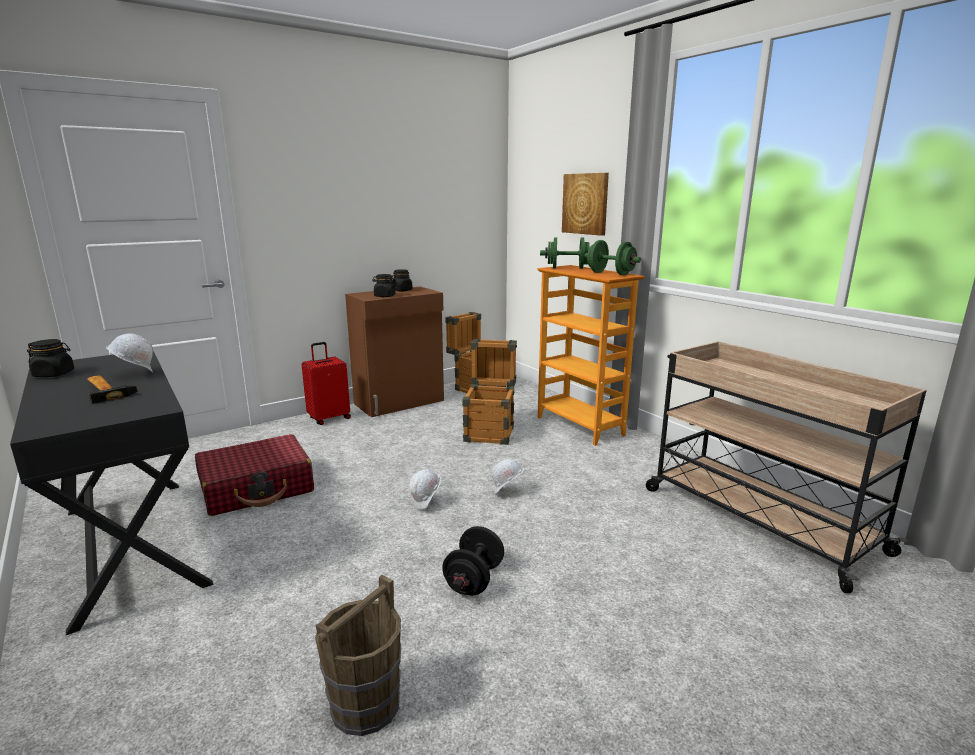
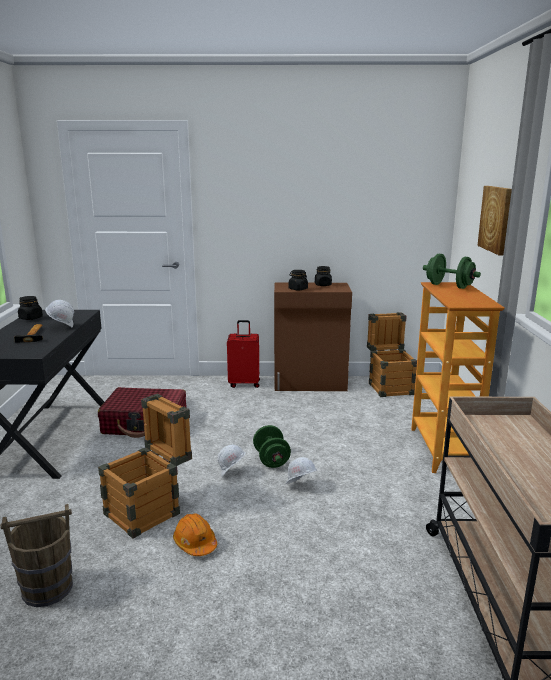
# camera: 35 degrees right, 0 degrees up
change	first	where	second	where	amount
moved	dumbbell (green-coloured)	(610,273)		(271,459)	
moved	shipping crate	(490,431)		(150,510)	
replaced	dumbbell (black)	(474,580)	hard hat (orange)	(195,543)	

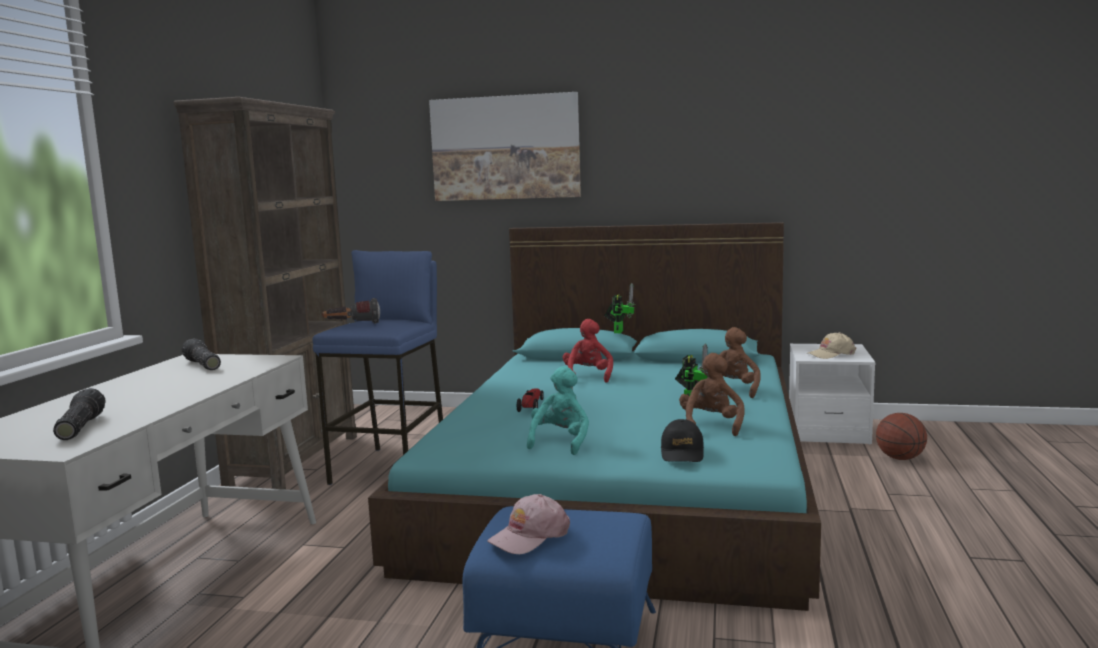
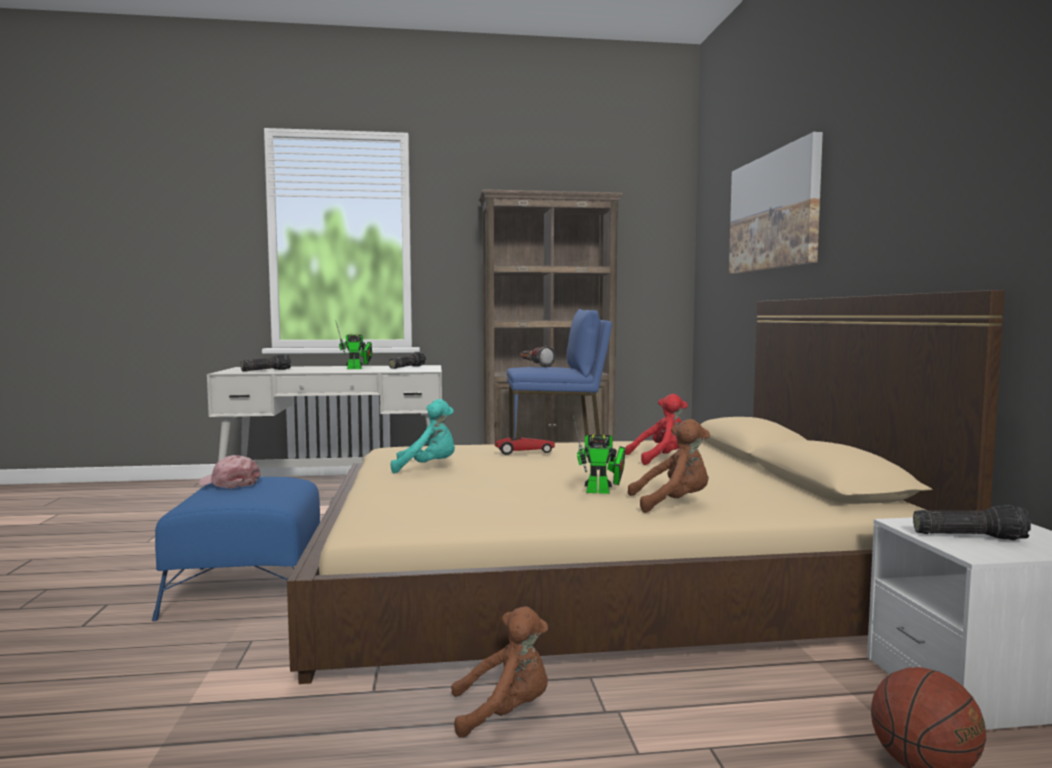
# camera: 70 degrees right, 5 degrees down
change	first	where	second	where	amount
recoloured	sleeping bed (blue-green)	(623,480)	sleeping bed (sand-coloured)	(601,572)	
moved	robot figure	(619,331)		(357,368)	
replaced	peaked cap (sand-coloured)	(831,354)	flashlight	(969,536)	
moved	plush toy (brown-coloured)	(711,425)		(505,712)	
removed	peaked cap (black)	(682,453)			

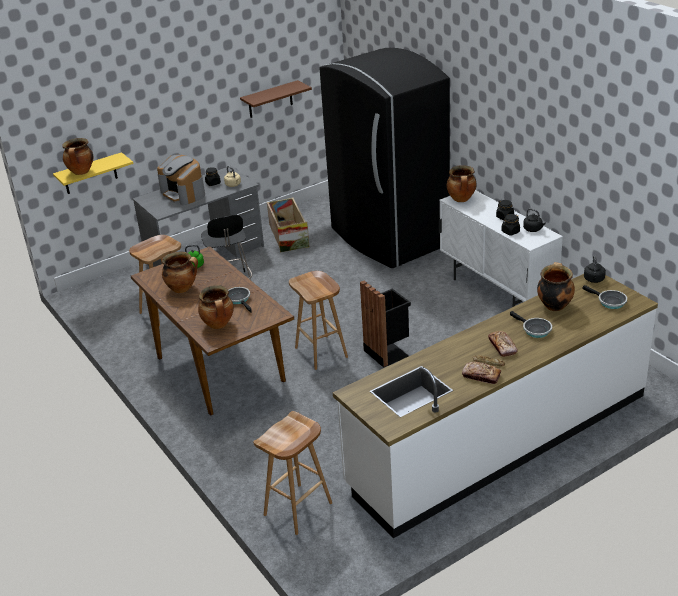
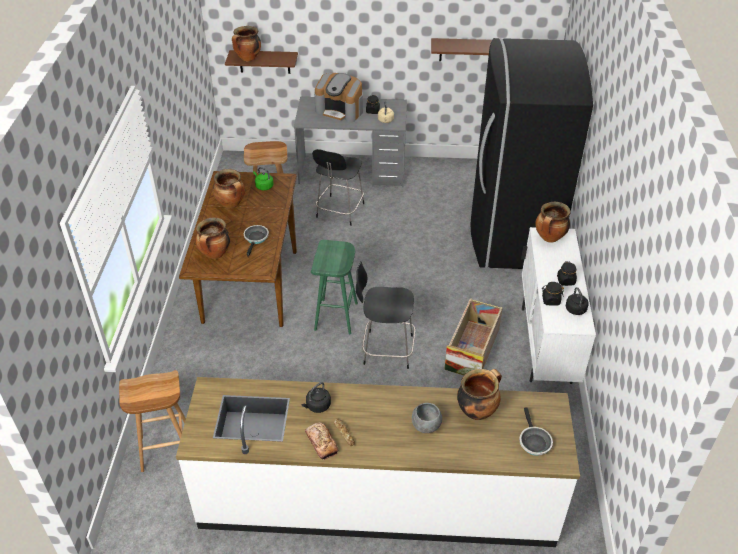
# camera: 35 degrees right, 10 degrees up
change	first	where	second	where	amount
recoloured	shelf (yellow)	(90,174)	shelf (brown-coloured)	(264,62)	
turned	coffee brewer	(184,193)		(340,110)	60 degrees counterclockwise
moved	shipping crate	(288,235)		(472,349)	
moved	tea kettle (black)	(594,280)		(317,406)	
recoloured	sitting stool (brown-coloured)	(322,352)	sitting stool (green-coloured)	(336,317)	
replaced	rubbish bin (black)	(387,352)	upright chair (black)	(386,349)	
replaced	pan	(534,330)	bowl (gray)	(426,426)	
removed	baked bread	(502,347)			

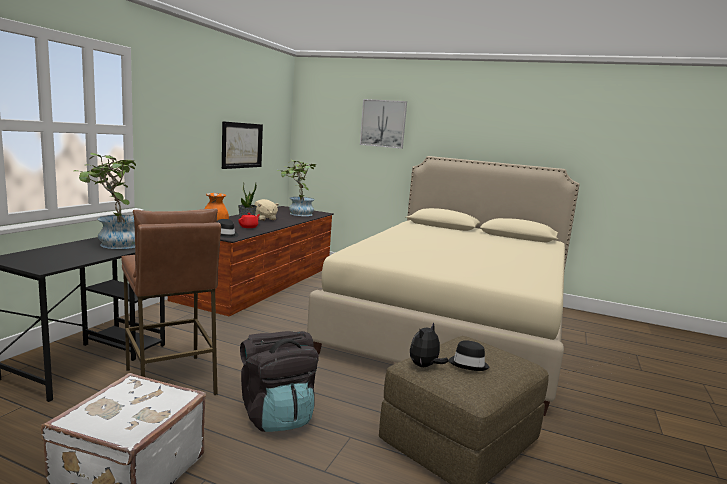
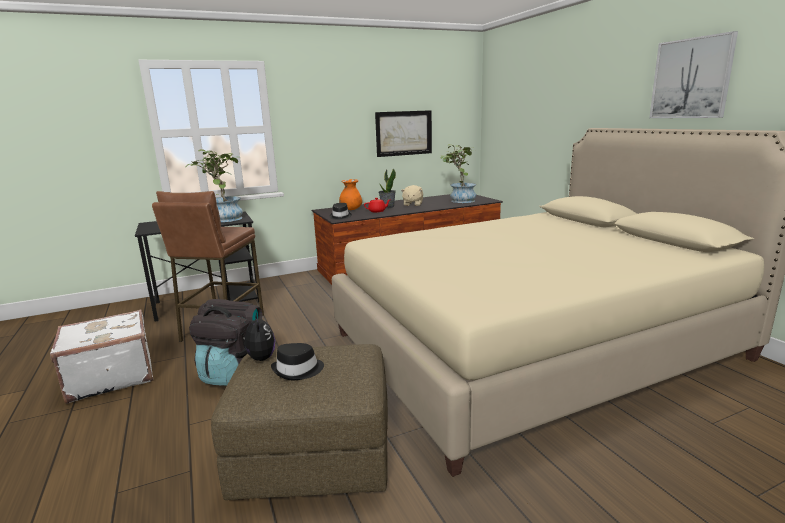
# camera: 45 degrees right, 5 degrees up
change	first	where	second	where	amount
moved	wall picture	(383,123)		(691,78)	
turned	plush toy	(424,366)		(259,359)	75 degrees clockwise

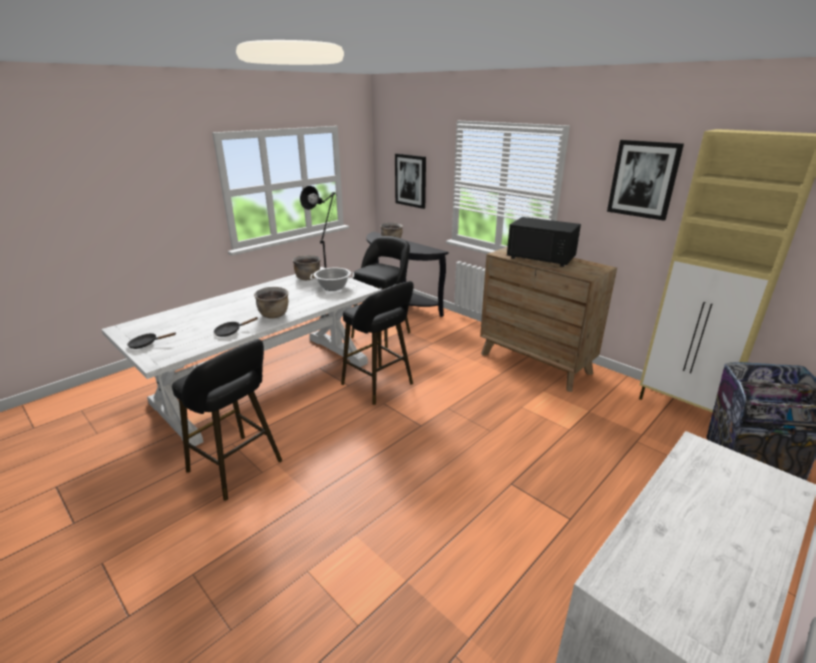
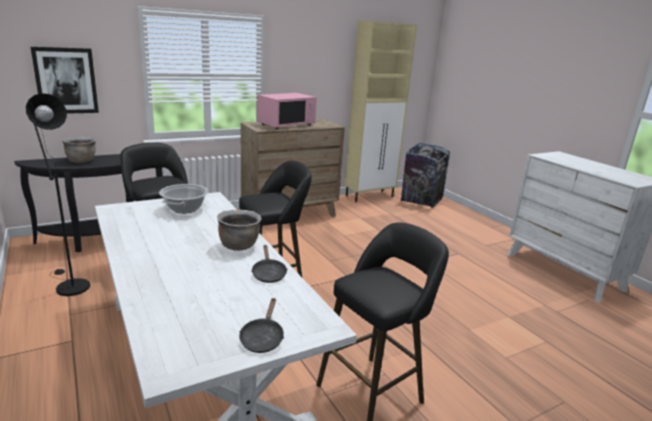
# camera: 75 degrees left, 5 degrees down
change	first	where	second	where	amount
removed	wall picture	(643,179)			
recoloured	kitchen microwave (black)	(541,258)	kitchen microwave (pinkish)	(286,125)	
removed	stockpot (brown-coloured)	(308,278)			

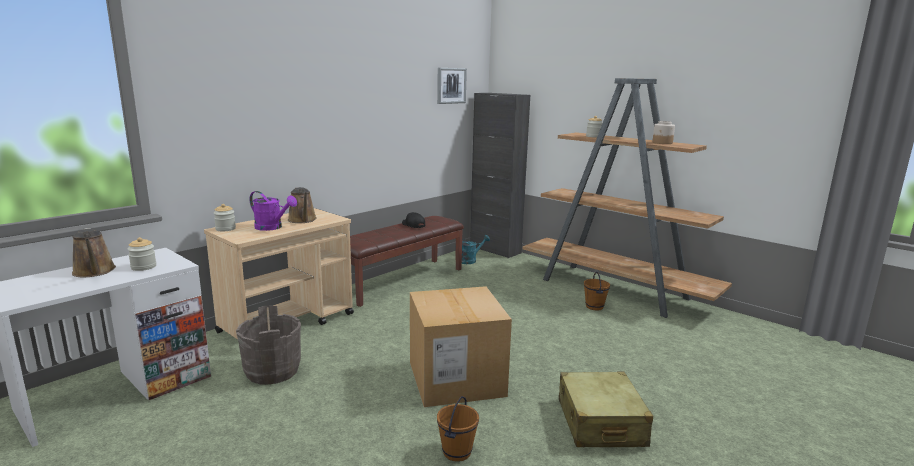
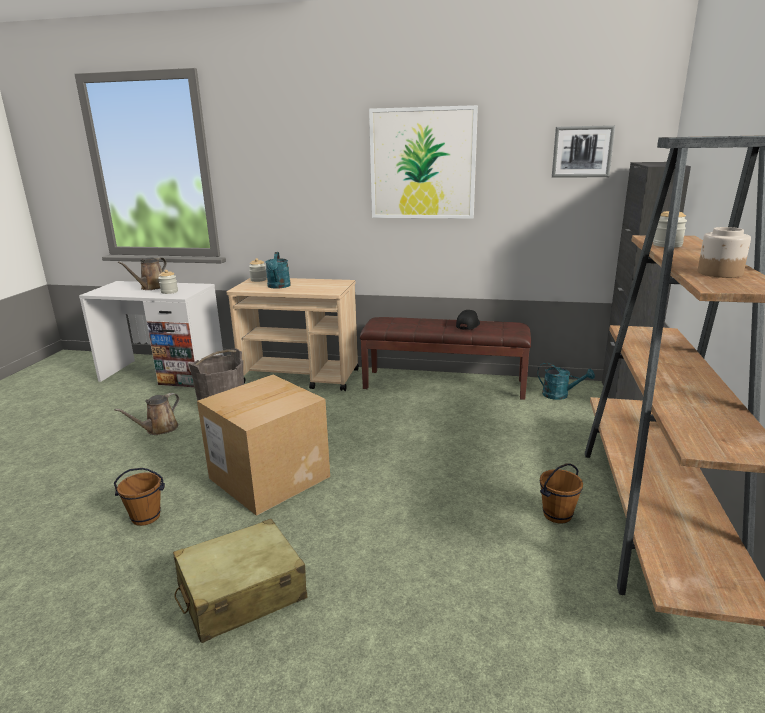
# camera: 60 degrees right, 5 degrees up
change	first	where	second	where	amount
moved	sprinkling can (brown-coloured)	(303,220)		(159,429)	
recoloured	sprinkling can (purple)	(272,227)	sprinkling can (blue-green)	(278,286)	
added			wall picture	(422,164)	

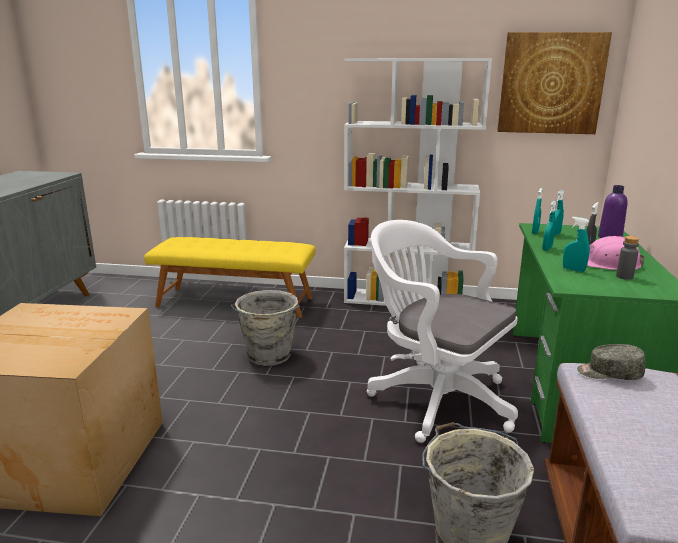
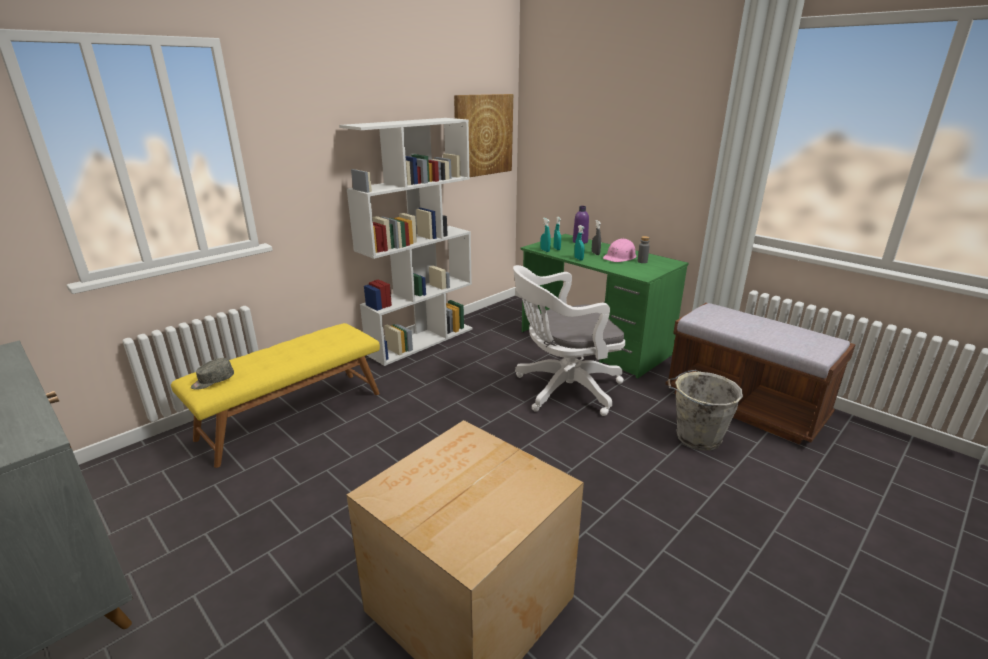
# camera: 55 degrees left, 5 degrees up
change	first	where	second	where	amount
removed	spray bottle (blue-green)	(573,270)			
removed	bucket (gray)	(268,356)			
moved	peaked cap (gray)	(609,373)		(213,381)	

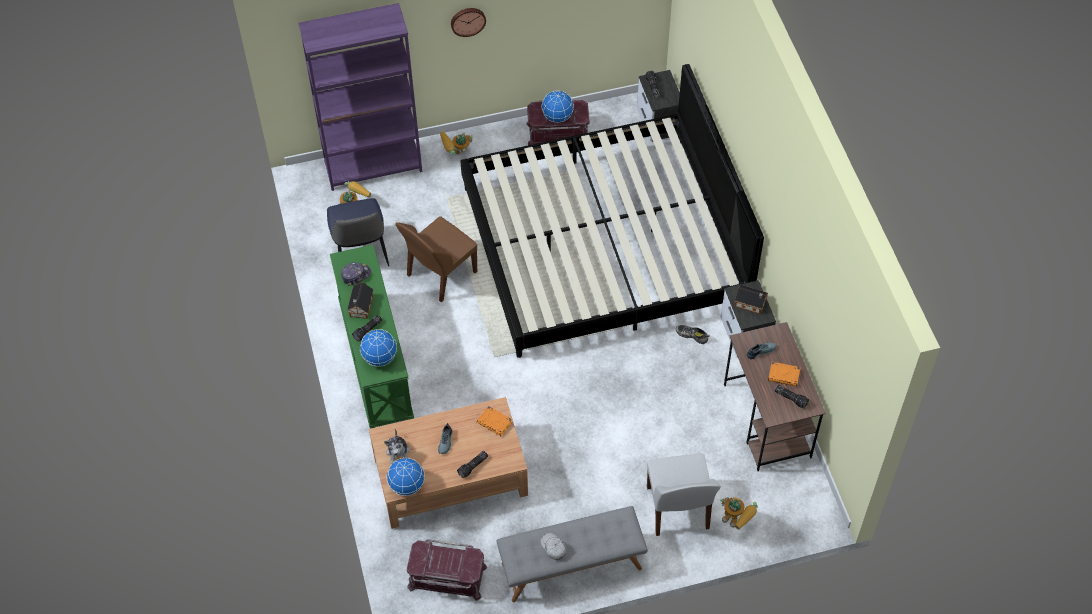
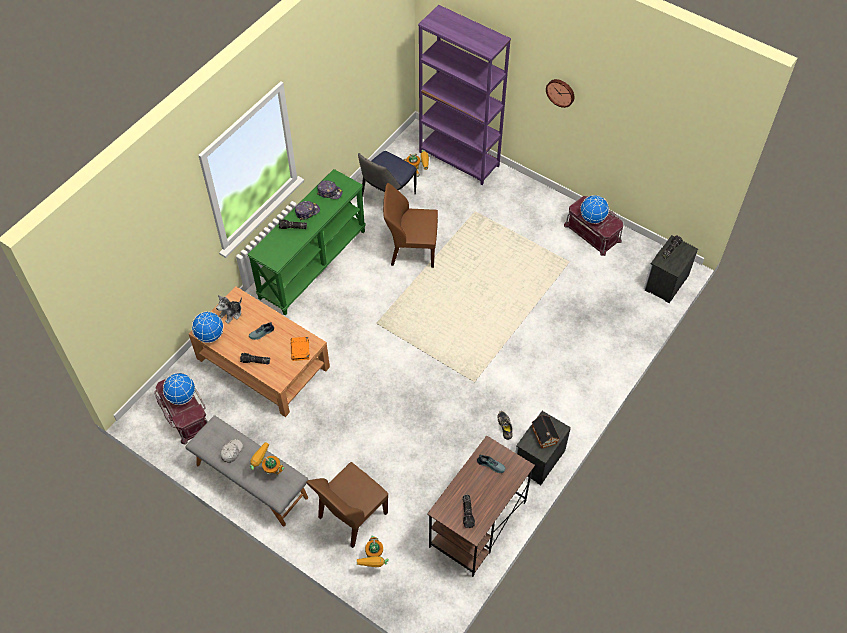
# camera: 50 degrees right, 0 degrees up
change	first	where	second	where	amount
removed	sleeping bed	(603,244)			
moved	robot figure	(456,155)		(269,470)	
replaced	model house	(360,307)	peaked cap	(307,212)	
moved	world globe	(379,357)		(182,396)	
removed	book (orange)	(784,375)			
recoloured	upright chair (whitish)	(678,510)	upright chair (brown-coloured)	(351,516)	

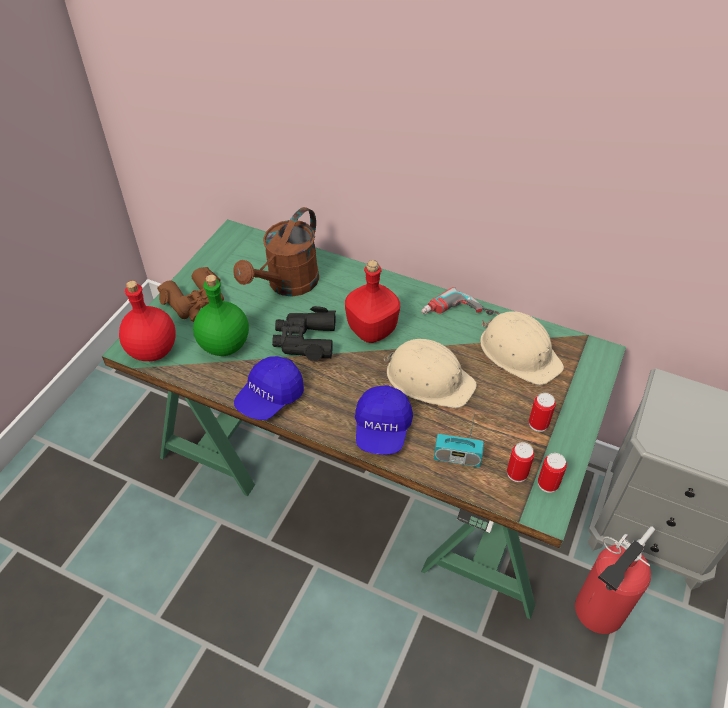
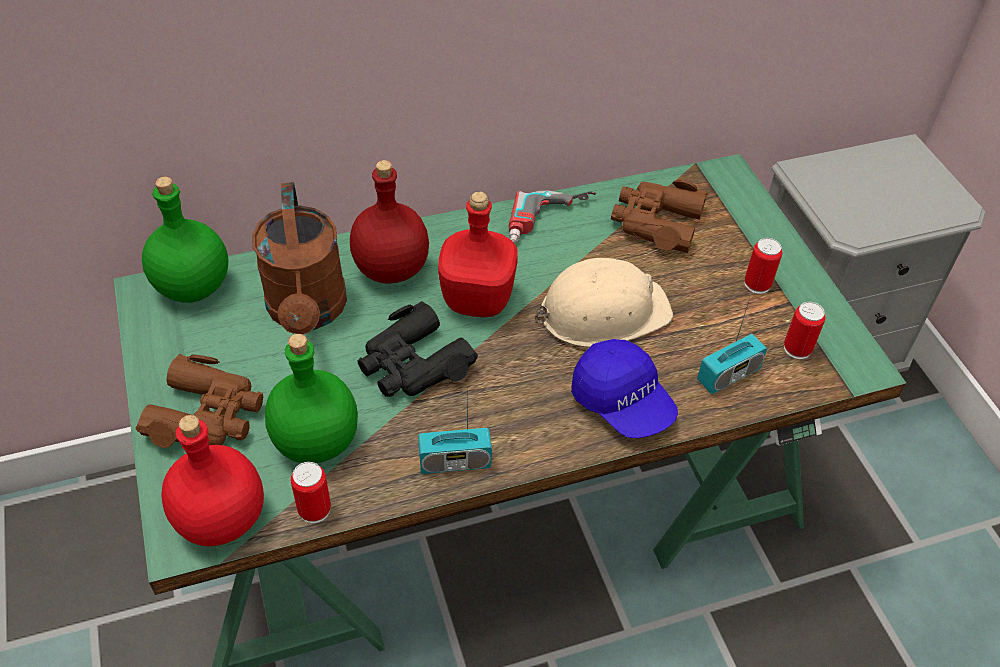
# camera: 45 degrees left, 0 degrees up
change	first	where	second	where	amount
replaced	hard hat (sand-coloured)	(519,352)	field glasses (brown-coloured)	(656,223)	
replaced	peaked cap (blue)	(270,397)	radio	(455,462)	
moved	sealed can	(548,483)		(314,509)	
removed	extinguisher	(596,613)			
added			beverage bottle (red-coloured)	(391,270)	
added			beverage bottle (green-coloured)	(194,286)	

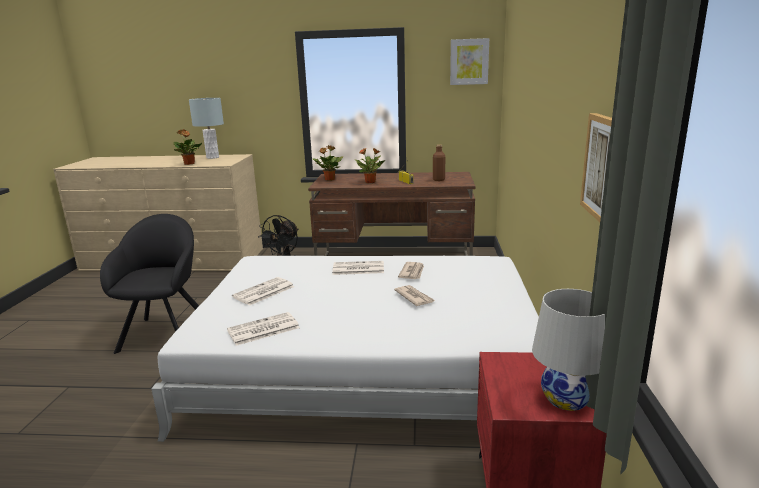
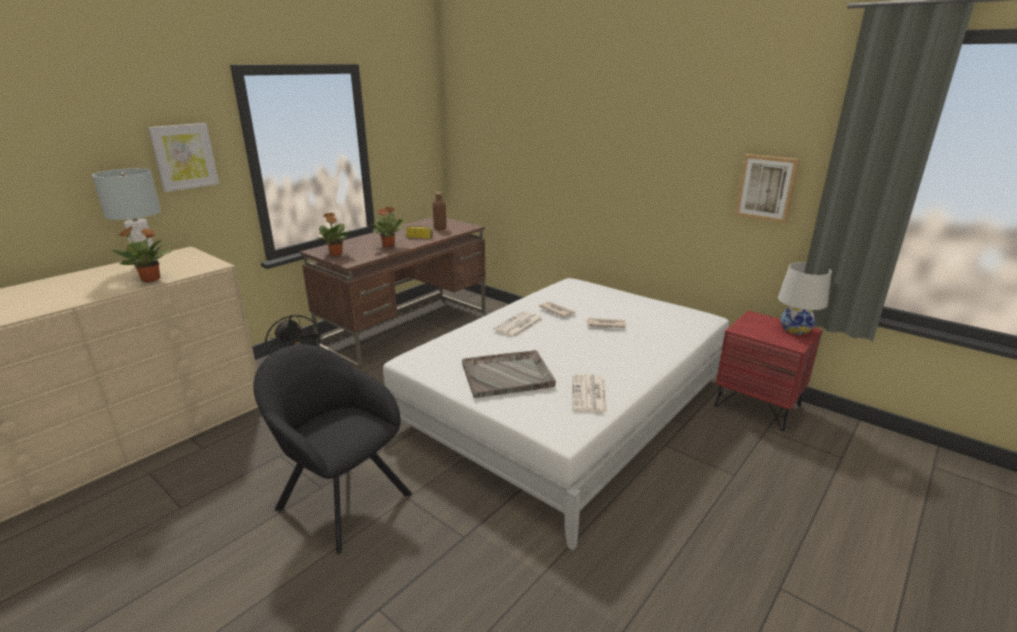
# camera: 55 degrees left, 5 degrees up
change	first	where	second	where	amount
moved	wall picture	(469,62)		(184,156)	
replaced	printed paper	(263,292)	tray (gray)	(508,375)	

